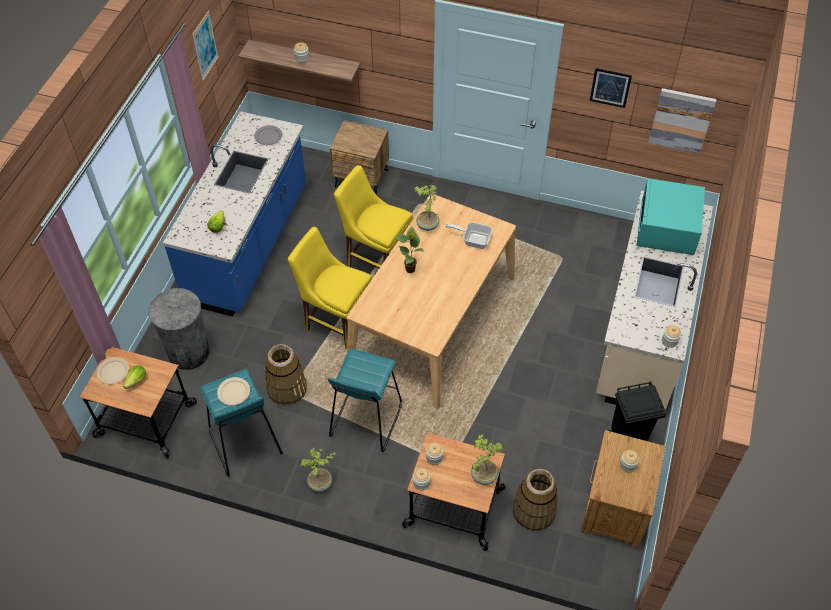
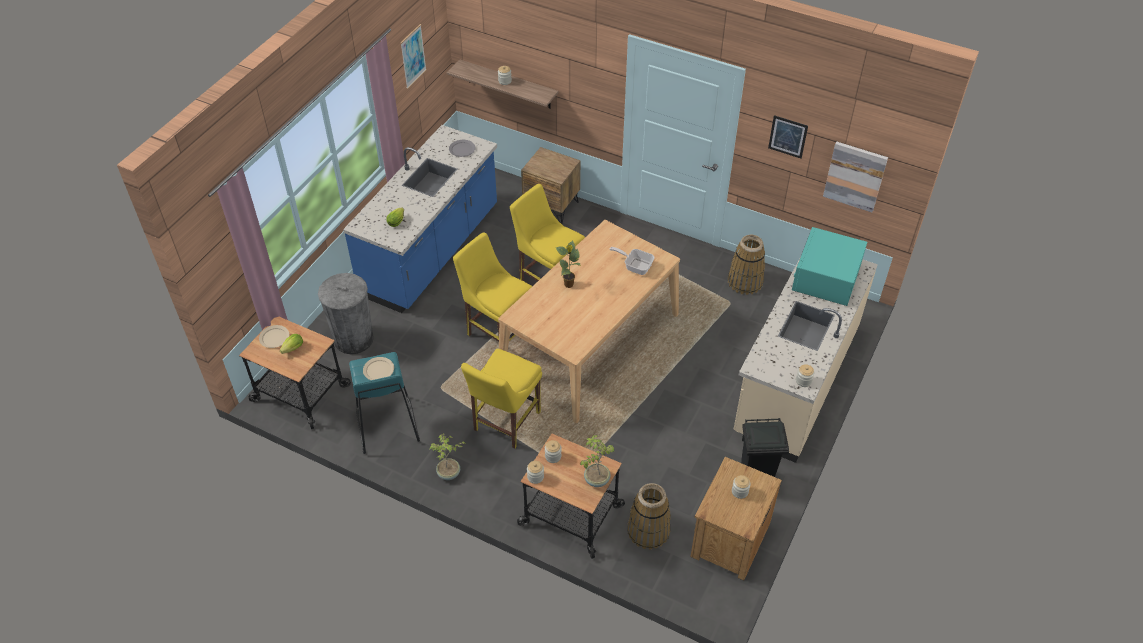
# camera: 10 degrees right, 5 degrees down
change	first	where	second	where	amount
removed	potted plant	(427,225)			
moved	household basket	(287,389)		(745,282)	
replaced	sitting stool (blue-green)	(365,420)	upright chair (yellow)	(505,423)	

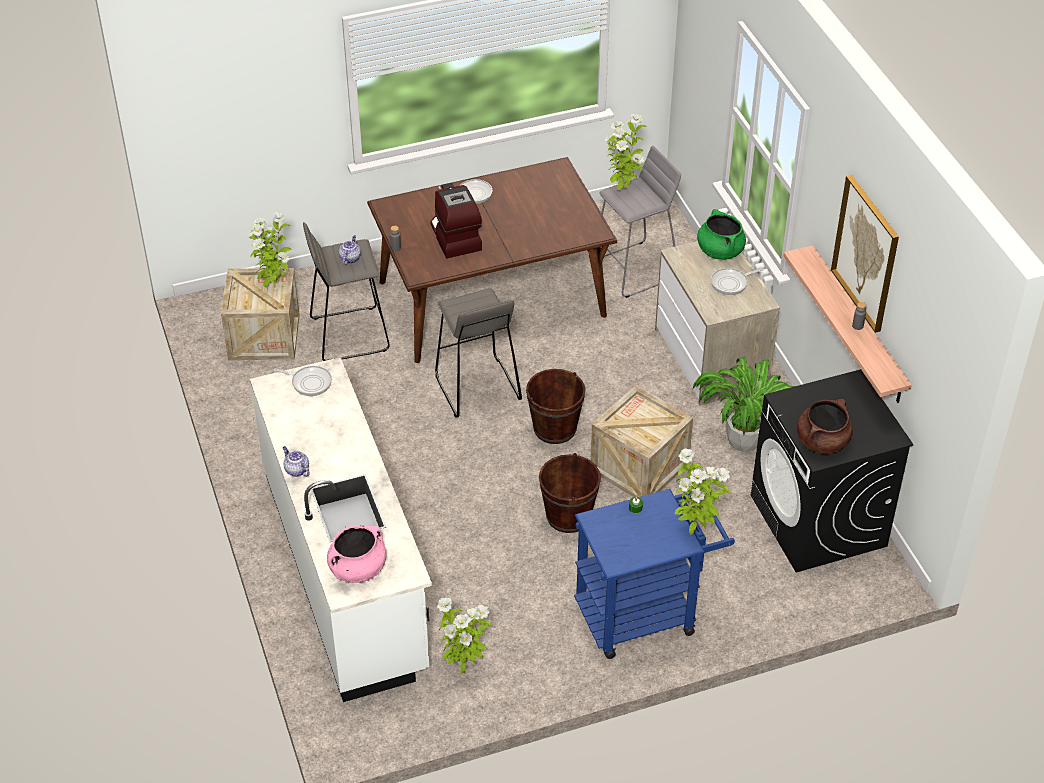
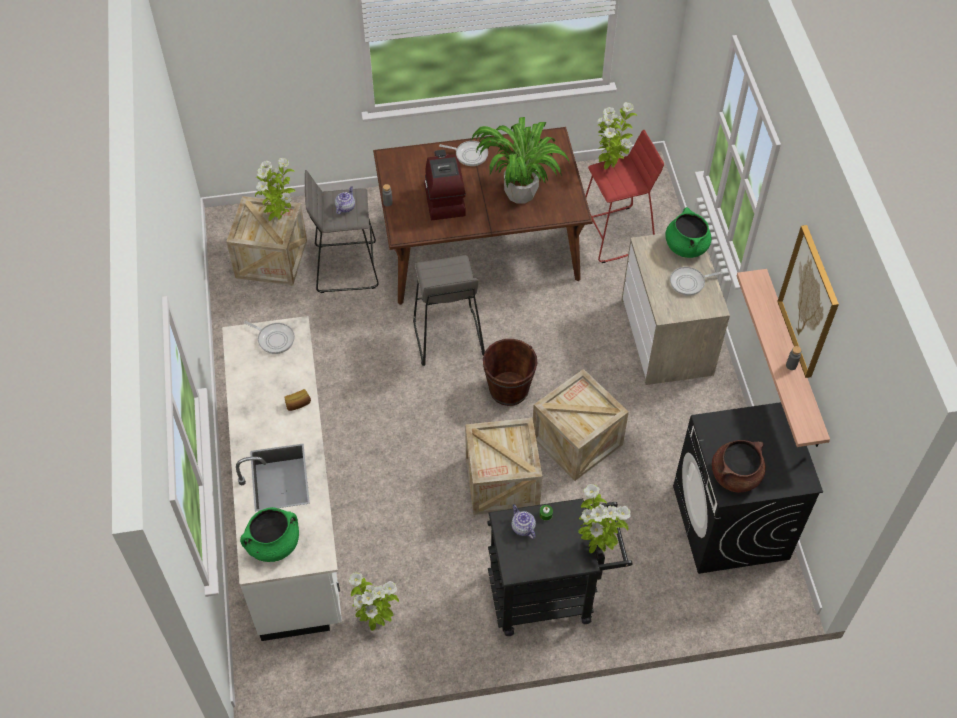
# camera: 10 degrees right, 10 degrees up
change	first	where	second	where	amount
recoloured	sitting stool (gray)	(635,269)	sitting stool (red-coloured)	(616,235)	
moved	potted plant	(745,440)		(521,193)	
moved	tea pot	(296,470)		(522,527)	
replaced	bucket (brown-coloured)	(568,516)	shipping crate	(502,482)	
recoloured	trolley (blue)	(645,613)	trolley (black)	(550,593)	
recoloured	stockpot (pinkish)	(357,569)	stockpot (green-coloured)	(273,544)	
added			baked bread	(298,404)	

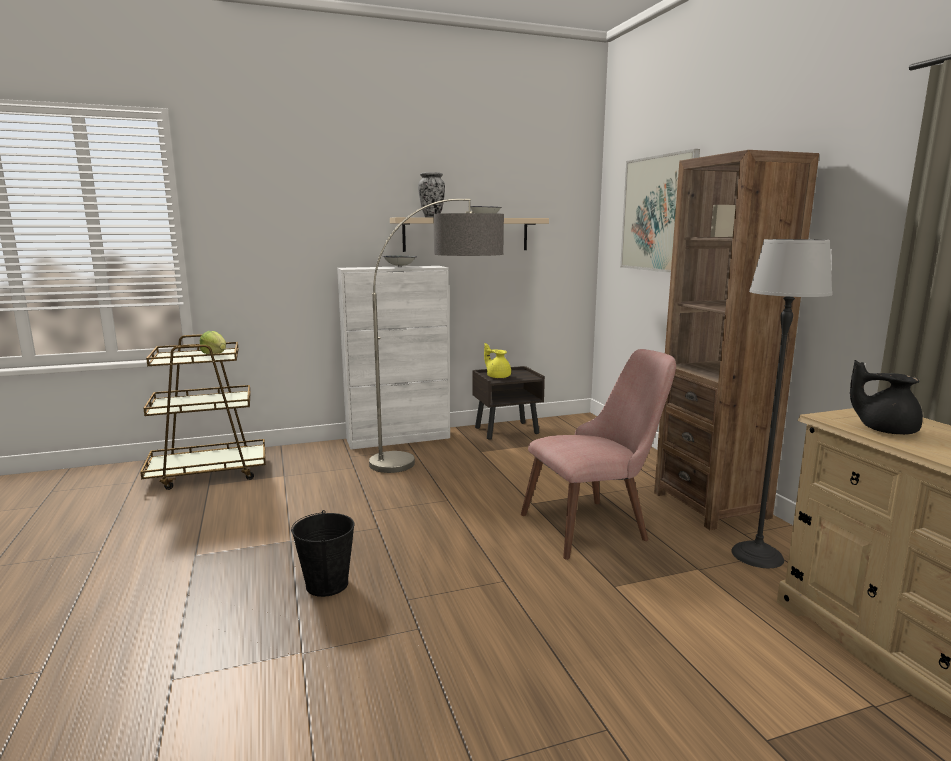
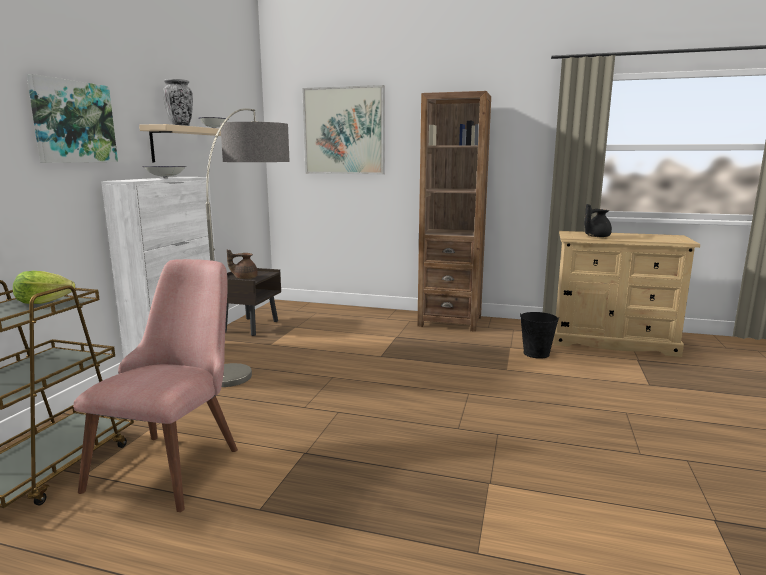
# camera: 55 degrees left, 0 degrees up
change	first	where	second	where	amount
removed	standard lamp	(757,555)			
recoloured	tea pot (yellow)	(497,377)	tea pot (brown-coloured)	(244,278)	
moved	upright chair (pinkish)	(596,524)		(175,459)	
moved	bucket (black)	(327,584)		(536,353)	
added			wall picture	(73,122)	

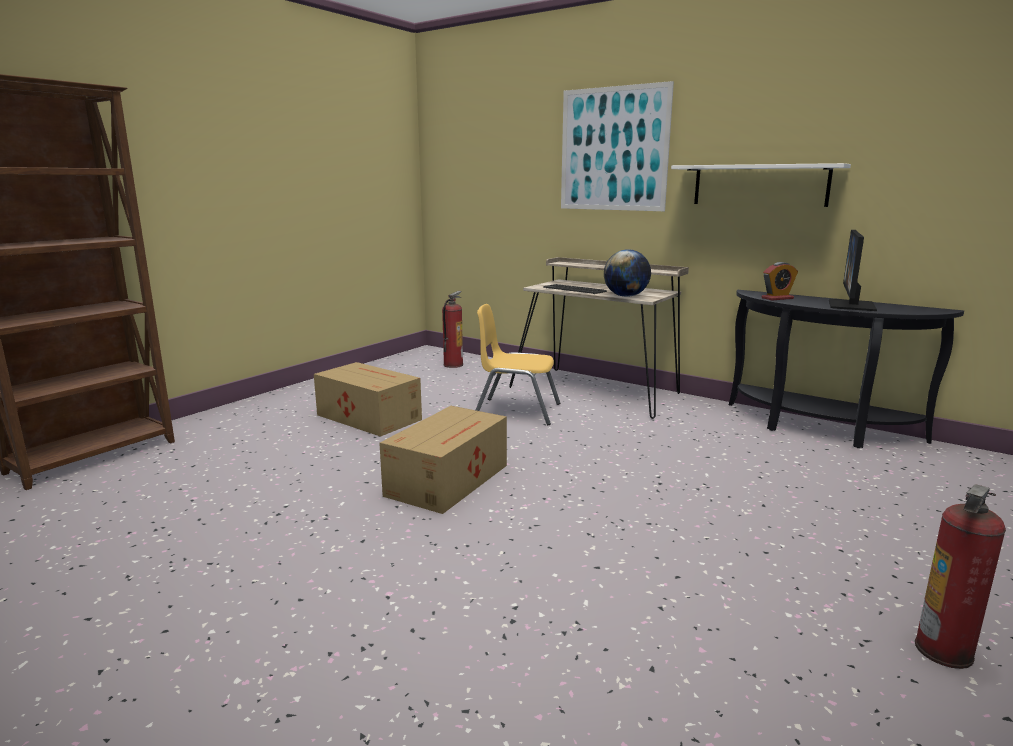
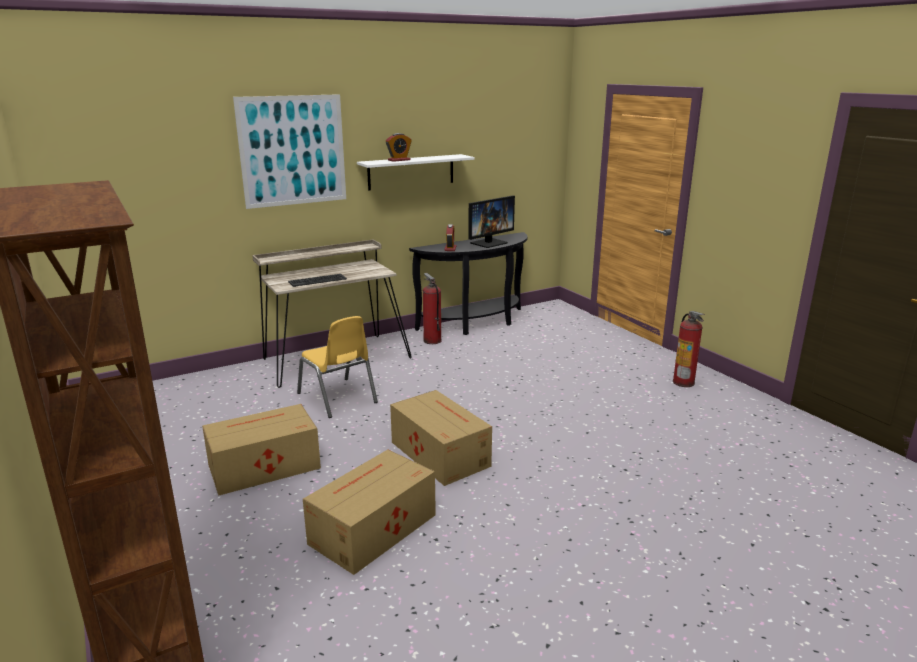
# camera: 65 degrees left, 5 degrees up
change	first	where	second	where	amount
turned	monitor	(852,305)		(489,243)	90 degrees counterclockwise
removed	world globe	(626,296)			
moved	extinguisher	(453,365)		(432,340)	
turned	upright chair (yellow)	(517,411)		(337,398)	75 degrees counterclockwise
added			table clock	(399,160)	
added			cardboard box	(371,530)	

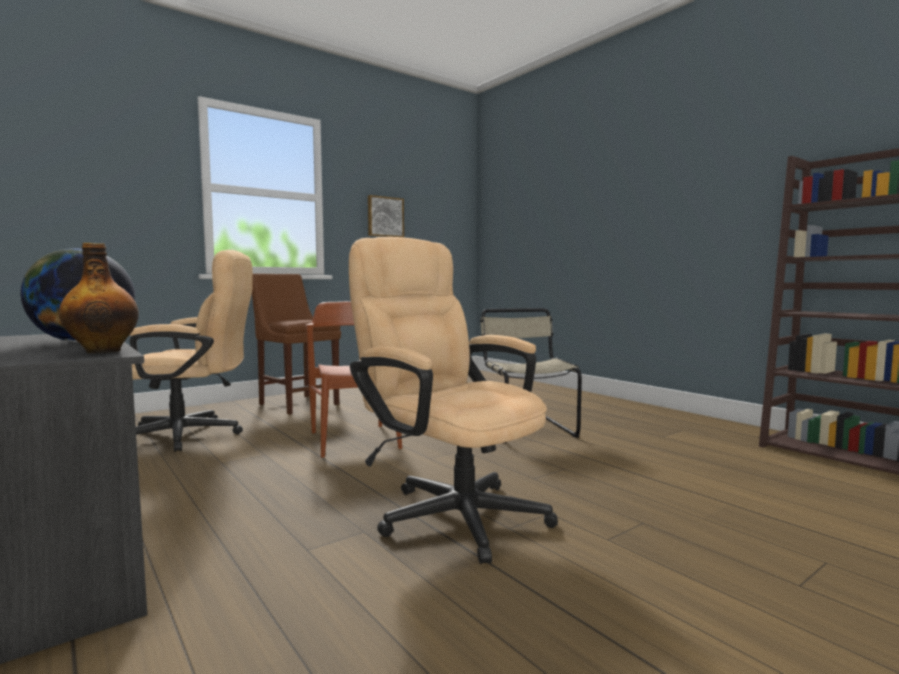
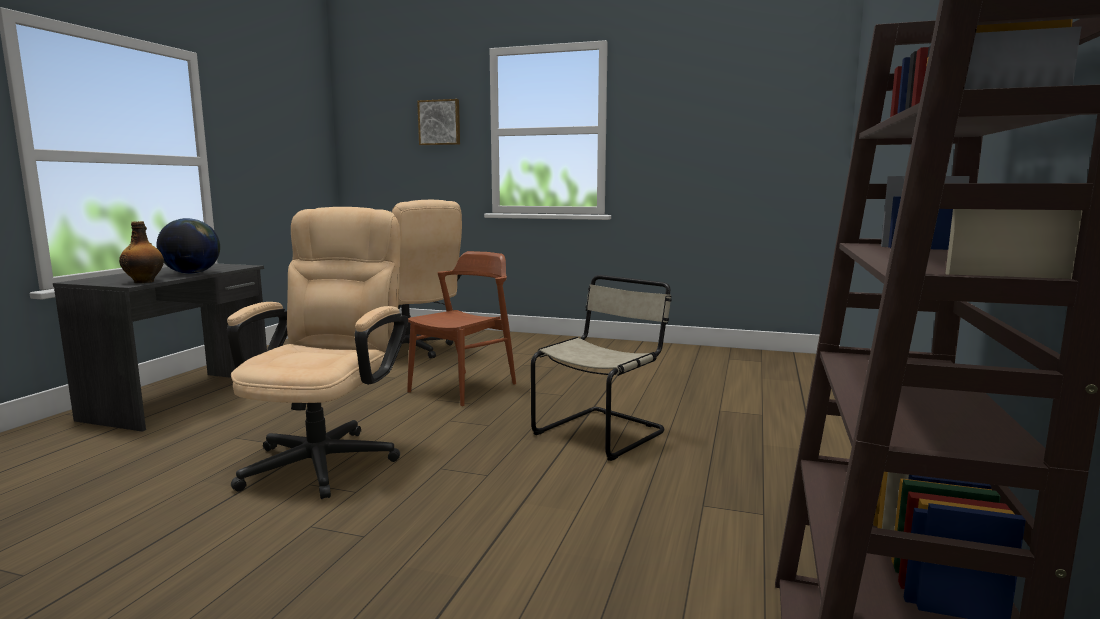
# camera: 55 degrees right, 5 degrees up
change	first	where	second	where	amount
moved	wall picture	(385,217)		(439,122)	
removed	upright chair (brown-coloured)	(297,403)			

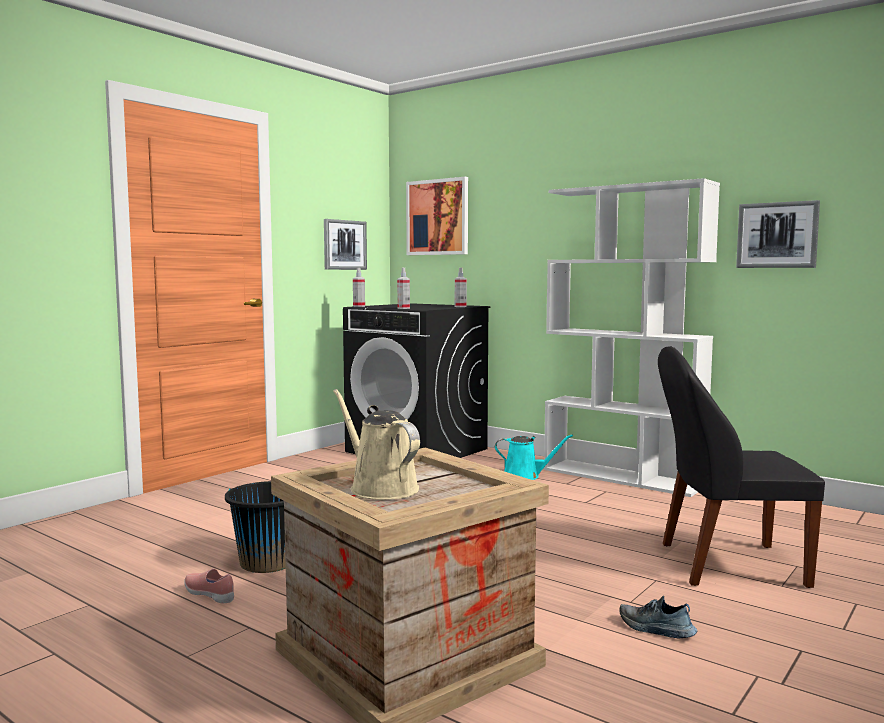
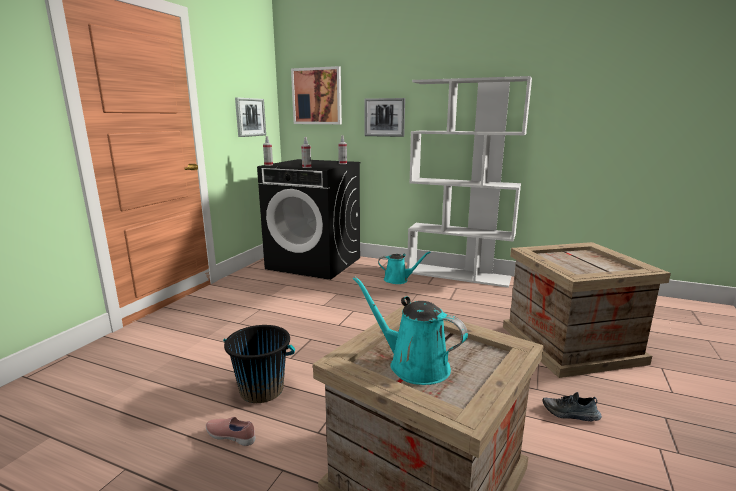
# camera: 15 degrees left, 10 degrees up
change	first	where	second	where	amount
moved	wall picture	(777,235)		(384,117)	
replaced	upright chair (black)	(727,564)	shipping crate	(569,344)	
recoloured	sprinkling can (sand-coloured)	(380,488)	sprinkling can (blue-green)	(413,365)	

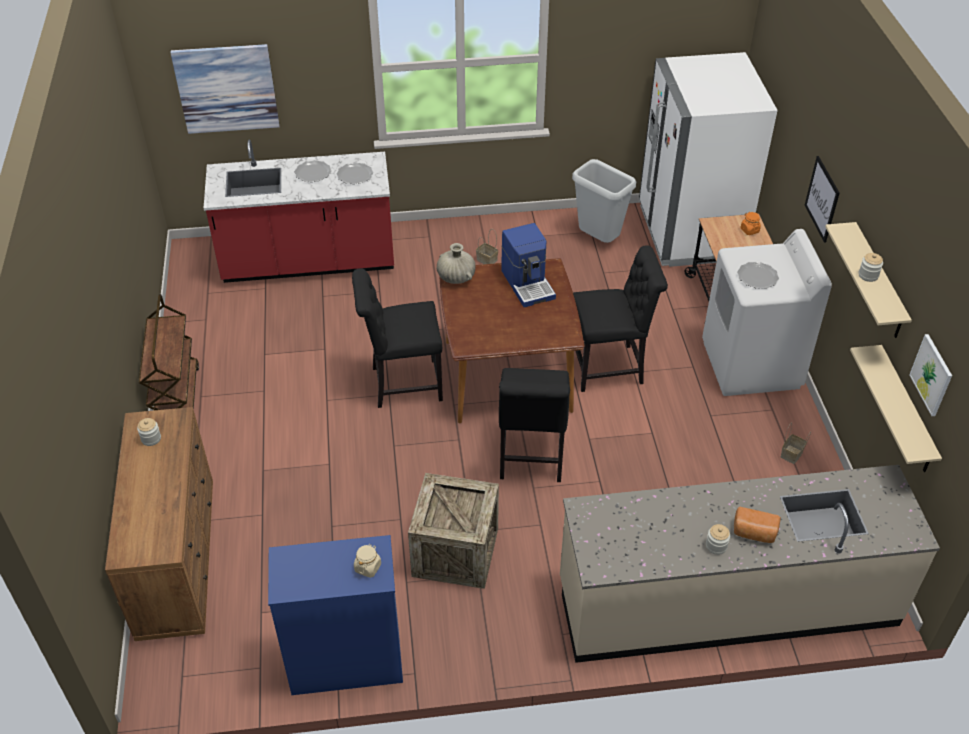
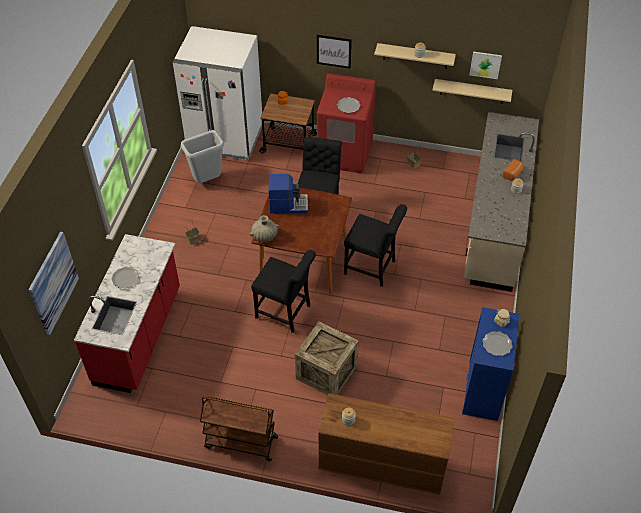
# camera: 70 degrees left, 5 degrees up
change	first	where	second	where	amount
moved	dinner plate	(354,175)		(497,344)	
recoloured	washing machine (whitish)	(751,365)	washing machine (red-coloured)	(345,154)	
turned	upright chair (black)	(402,384)		(285,313)	75 degrees counterclockwise
moved	shipping crate	(455,552)		(326,372)	

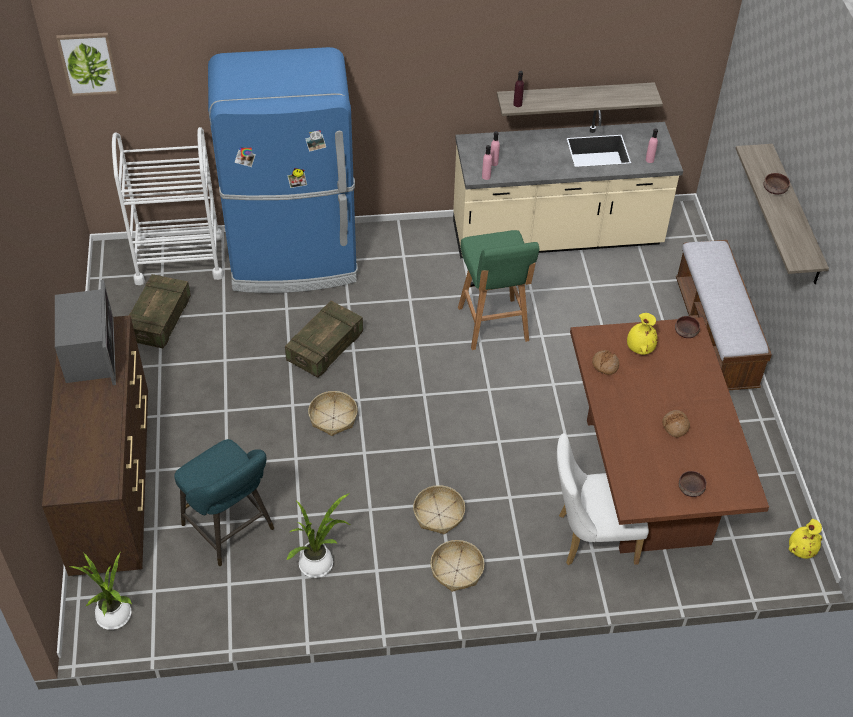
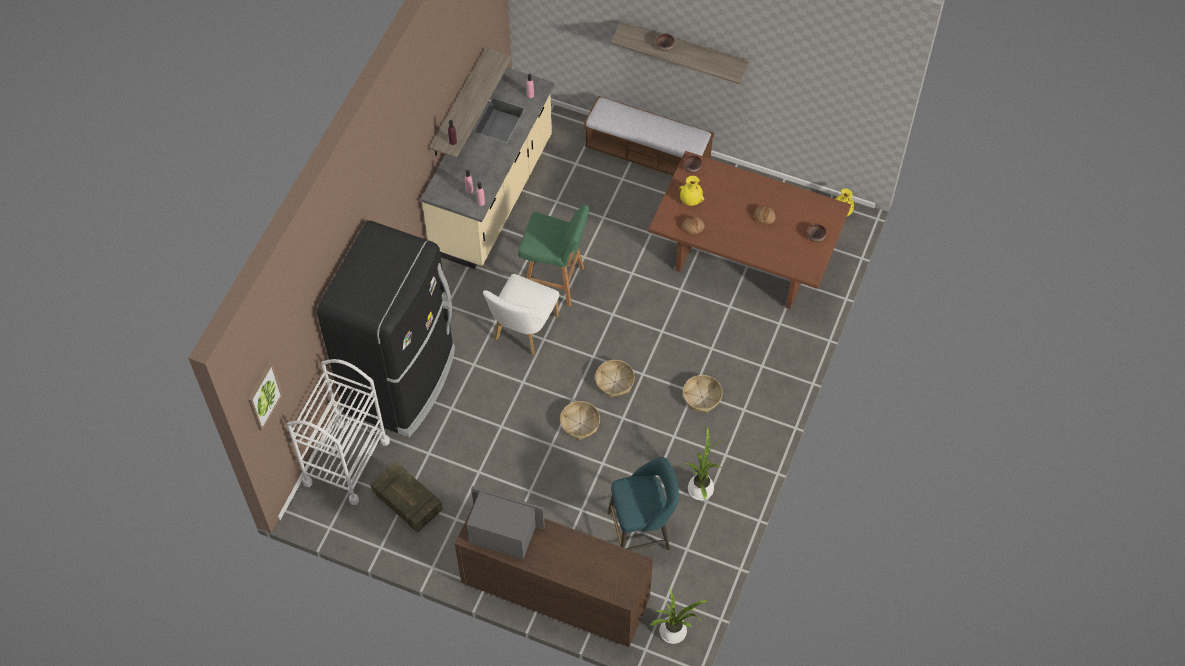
# camera: 60 degrees left, 10 degrees up
change	first	where	second	where	amount
recoloured	fridge (blue)	(294,260)	fridge (black)	(402,381)	
removed	shipping crate	(325,348)			
moved	upright chair (whitish)	(590,538)		(523,331)	
moved	household basket	(456,570)		(614,382)	

